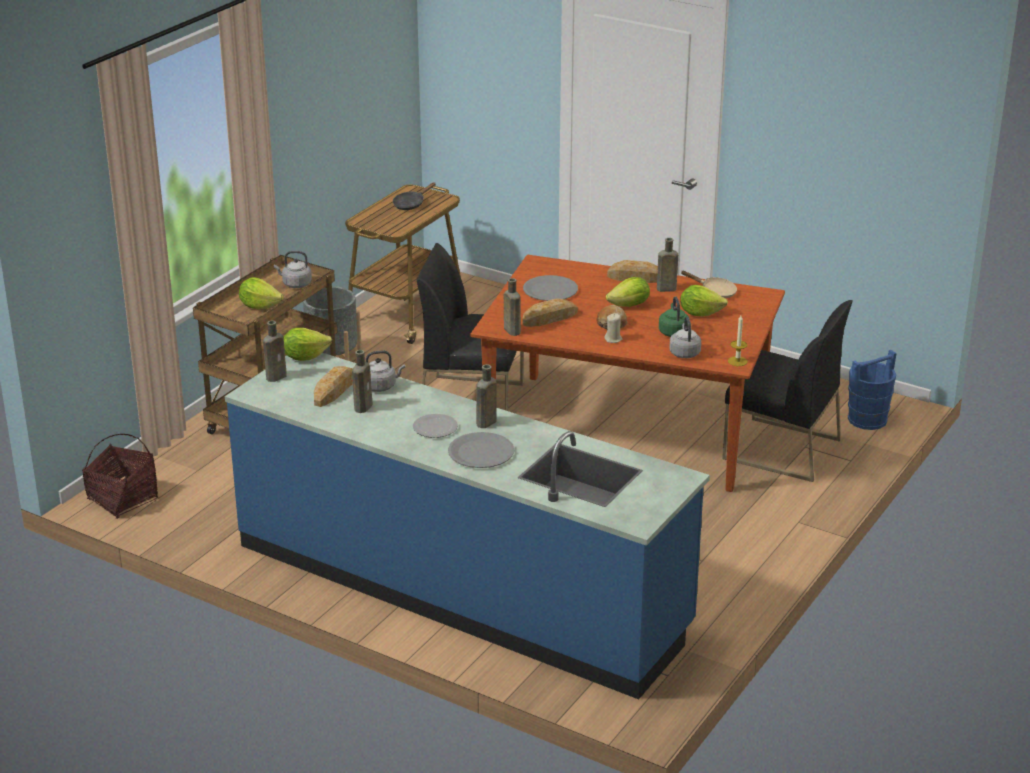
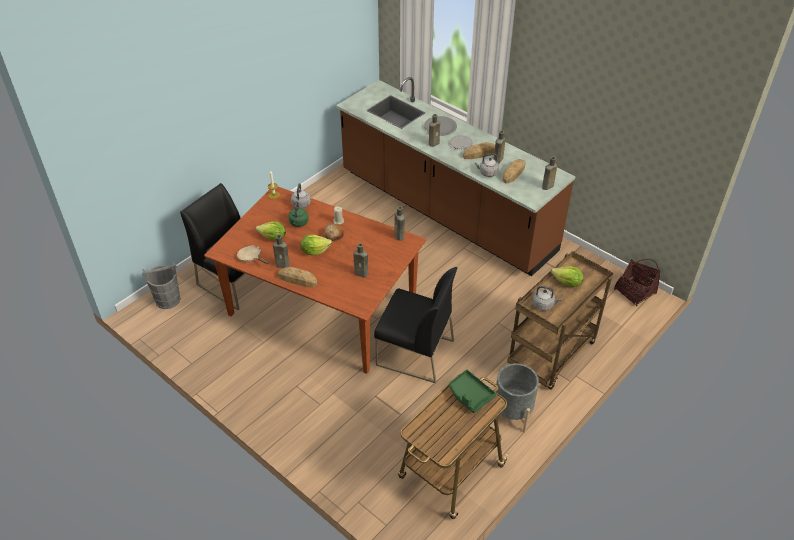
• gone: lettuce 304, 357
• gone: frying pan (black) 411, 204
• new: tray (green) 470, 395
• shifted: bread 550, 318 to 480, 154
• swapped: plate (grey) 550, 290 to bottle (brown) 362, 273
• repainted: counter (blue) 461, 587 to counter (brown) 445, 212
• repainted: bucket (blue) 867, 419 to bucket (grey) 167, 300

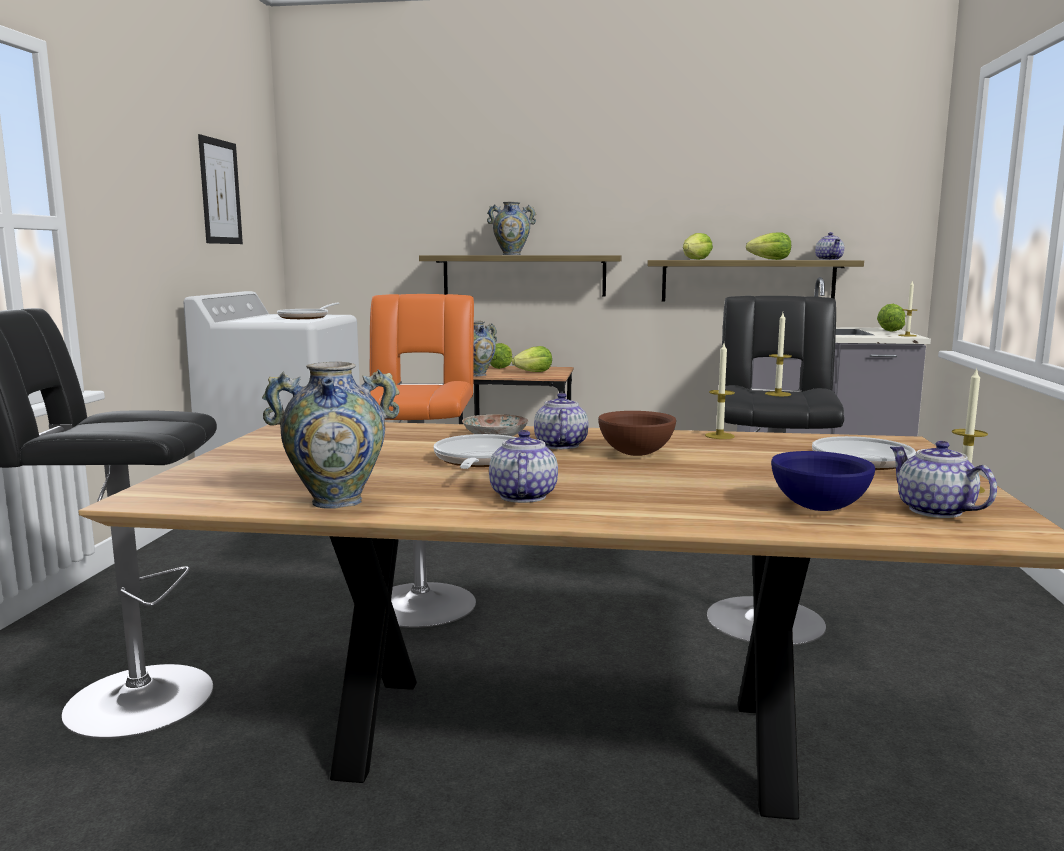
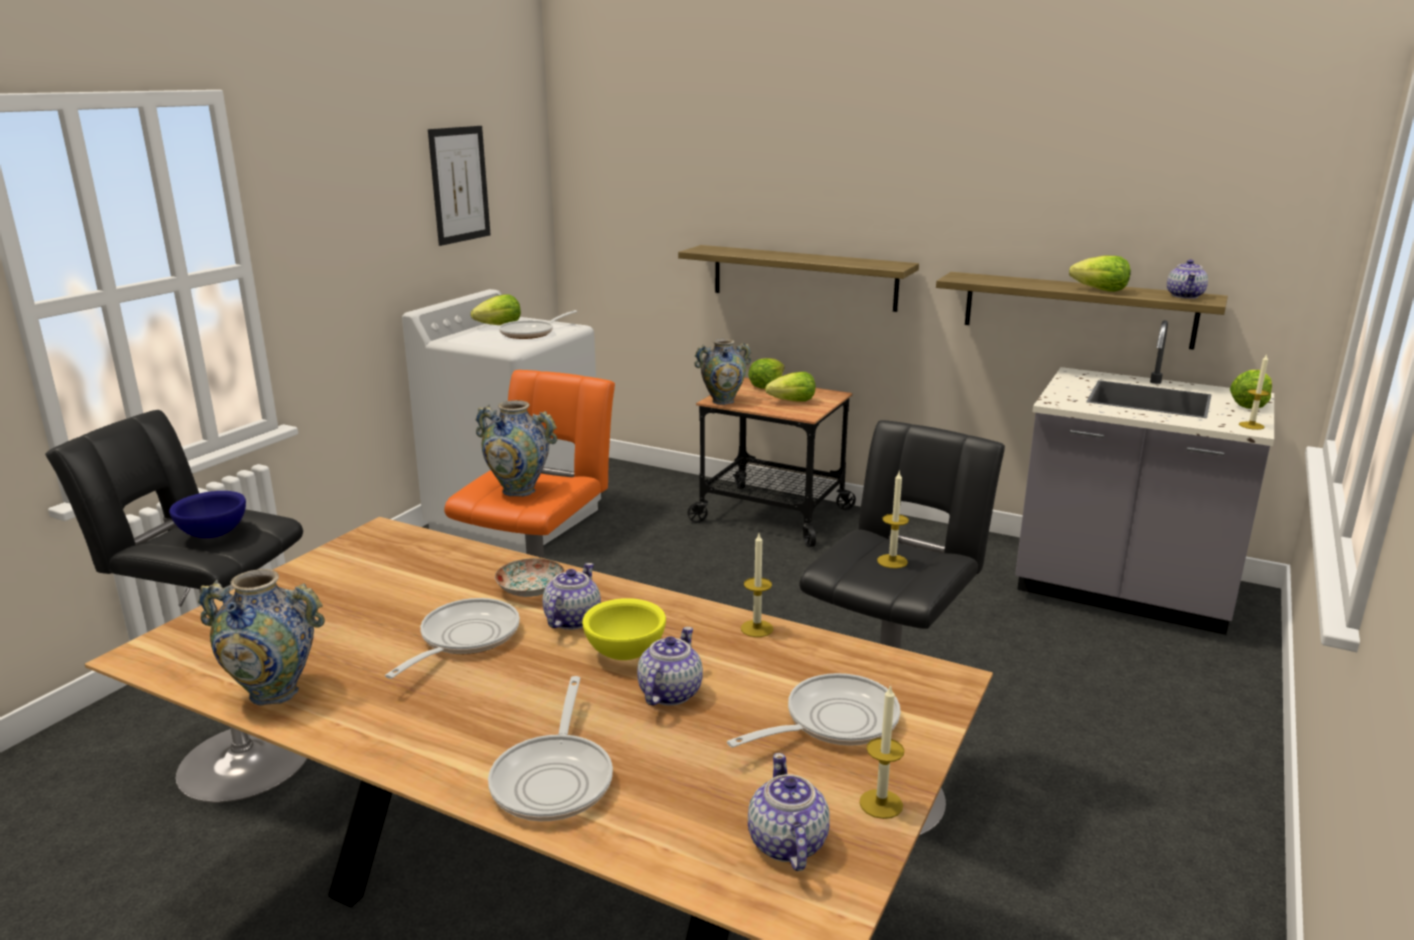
• new: frying pan 555, 778
• shifted: vase 511, 255 to 519, 490
• shifted: teapot 522, 496 to 669, 692
• shifted: lettuce 696, 259 to 499, 326
• shifted: bowl (blue) 820, 507 to 215, 534
• repainted: bowl (brown) 637, 454 to bowl (yellow) 625, 653

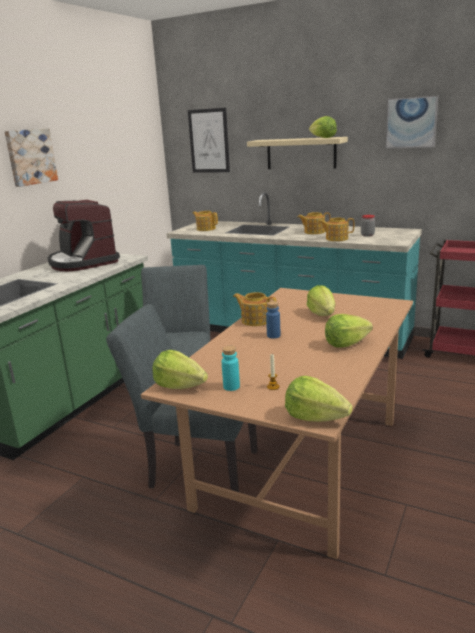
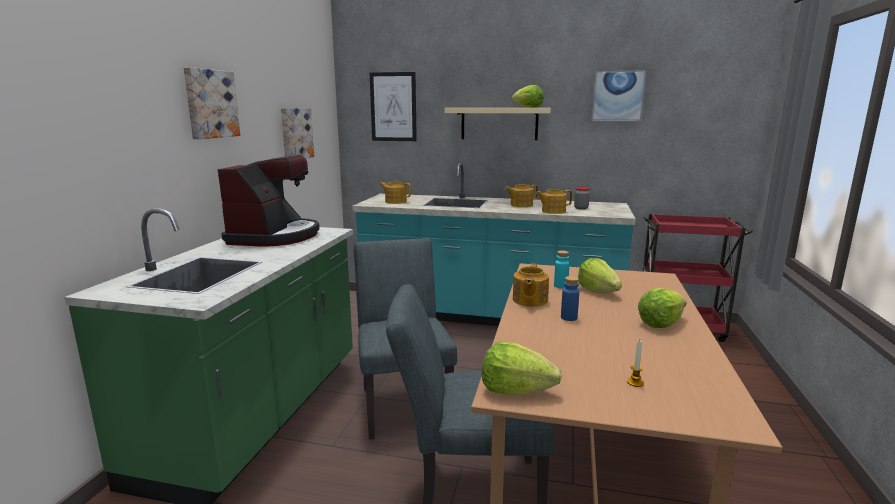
• gone: lettuce 315, 417
• new: picture 295, 133
• shifted: bottle (turquoise) 231, 387 to 560, 286
• rotated: coffee machine 83, 262 = 275, 236 120 degrees counterclockwise
• rotated: teapot 255, 320 = 529, 300 90 degrees counterclockwise

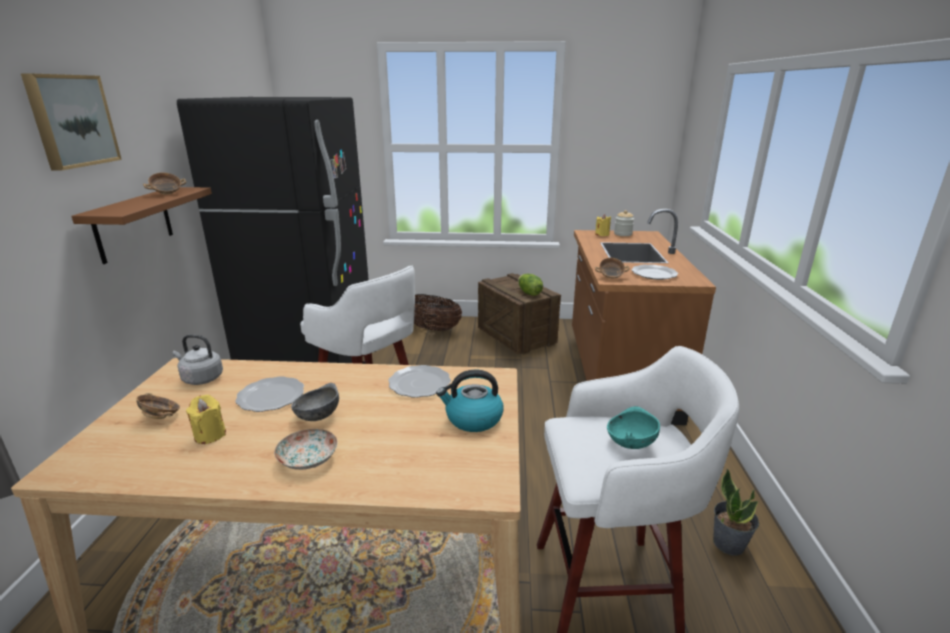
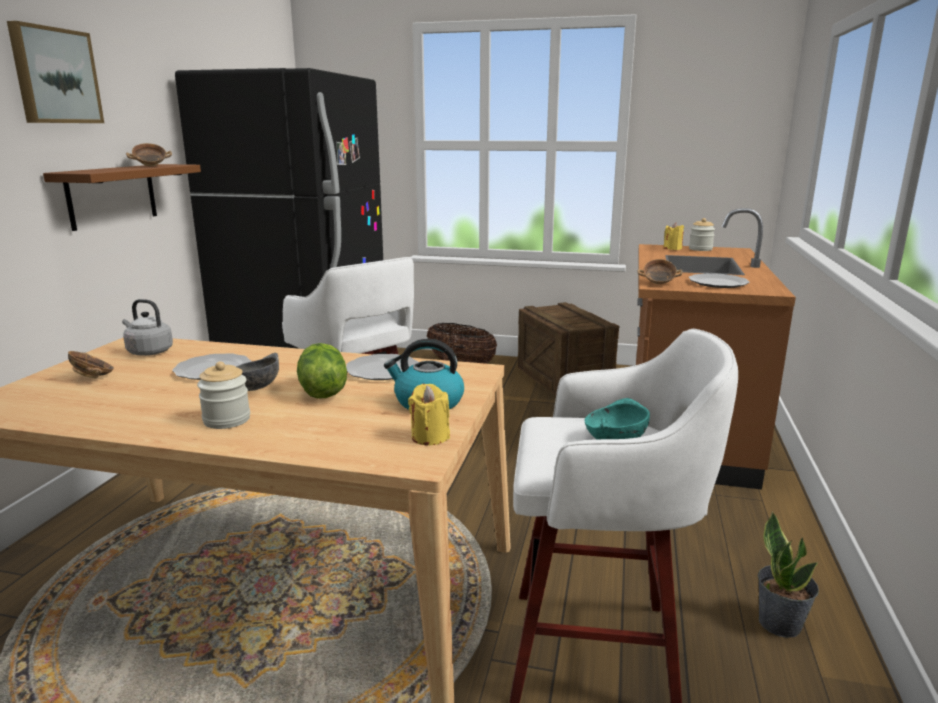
• shifted: candle (yellow) 210, 435 to 430, 437
• shifted: lettuce 529, 293 to 322, 392
• swapped: plate 309, 458 to jar 227, 420

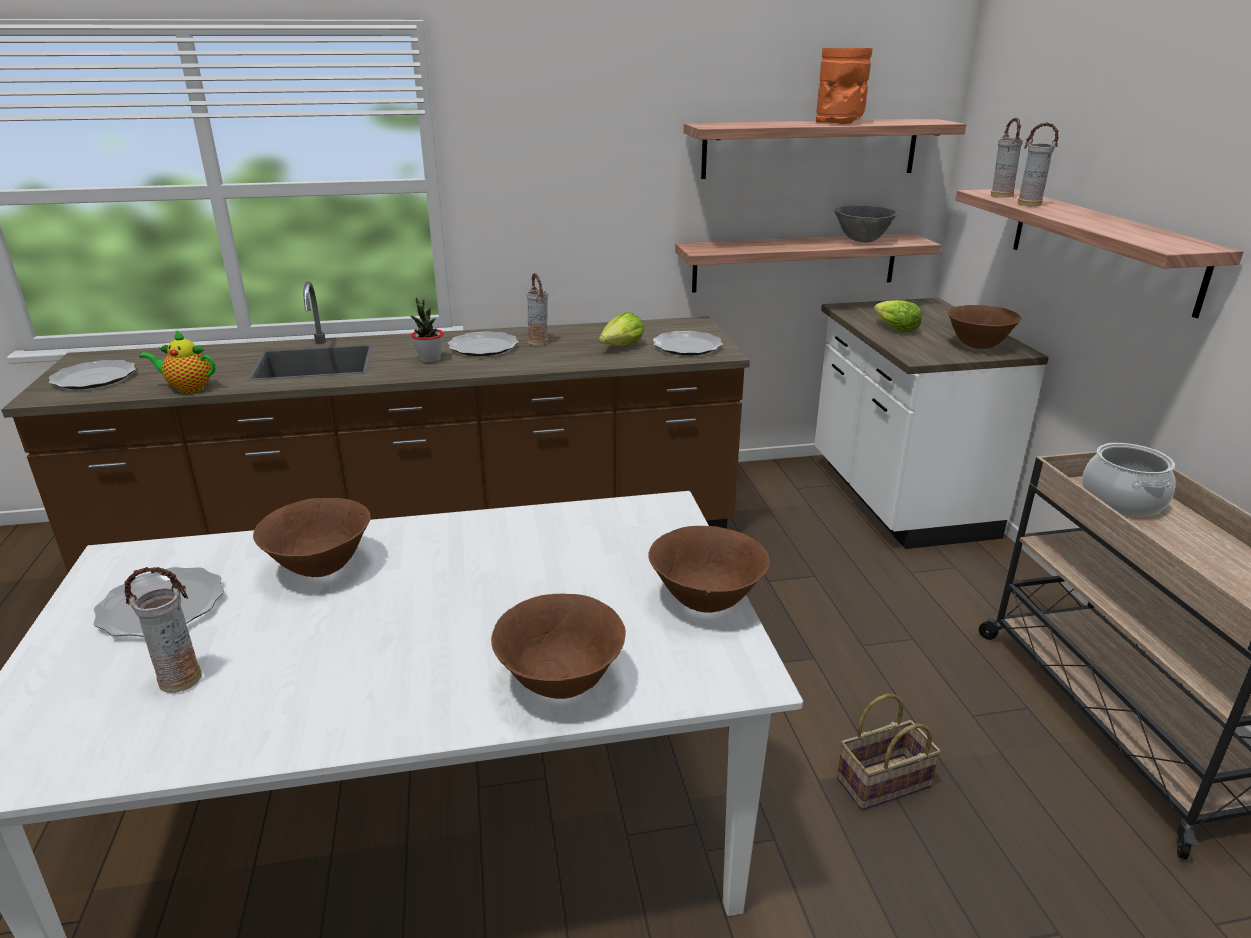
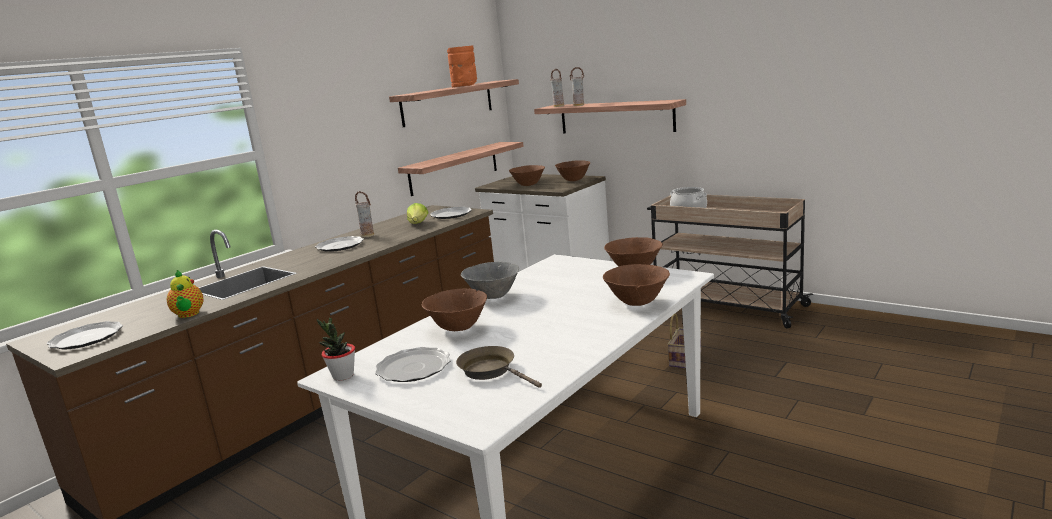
• shifted: potted plant 430, 359 to 343, 376
• shifted: bowl (grey) 861, 241 to 493, 297
• swapped: vase 180, 679 to frying pan (brown) 491, 371
• swapped: lettuce 894, 329 to bowl (brown) 528, 185
• rotated: teapot 188, 388 = 188, 315 75 degrees counterclockwise

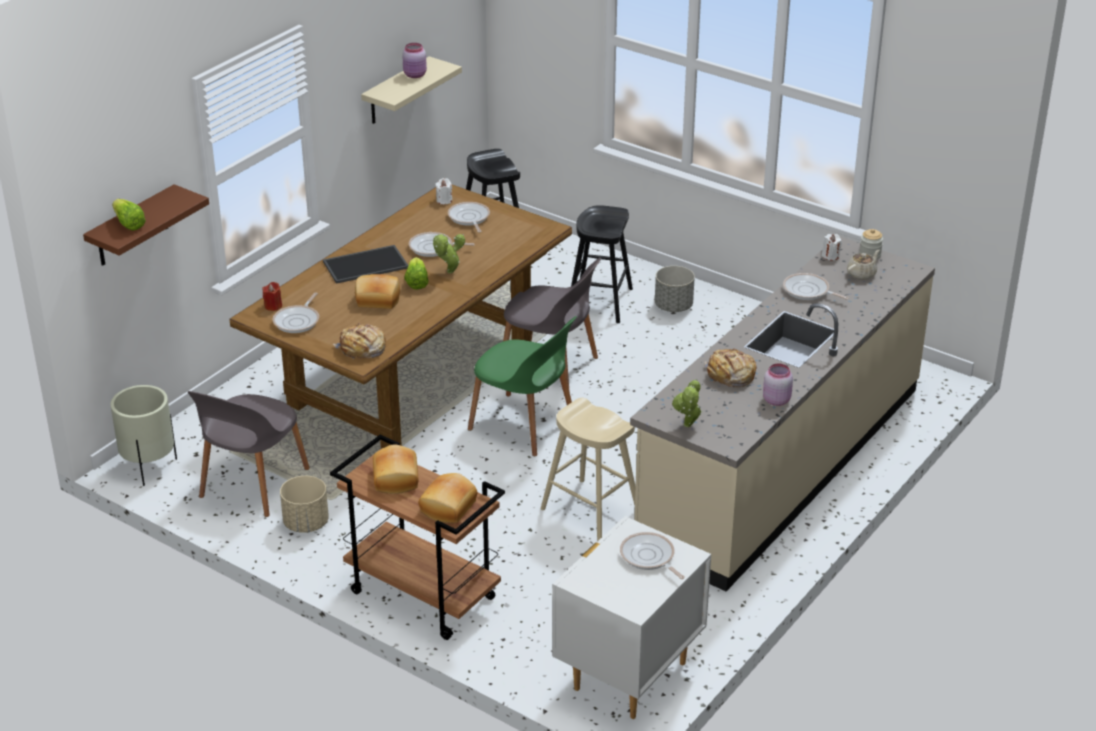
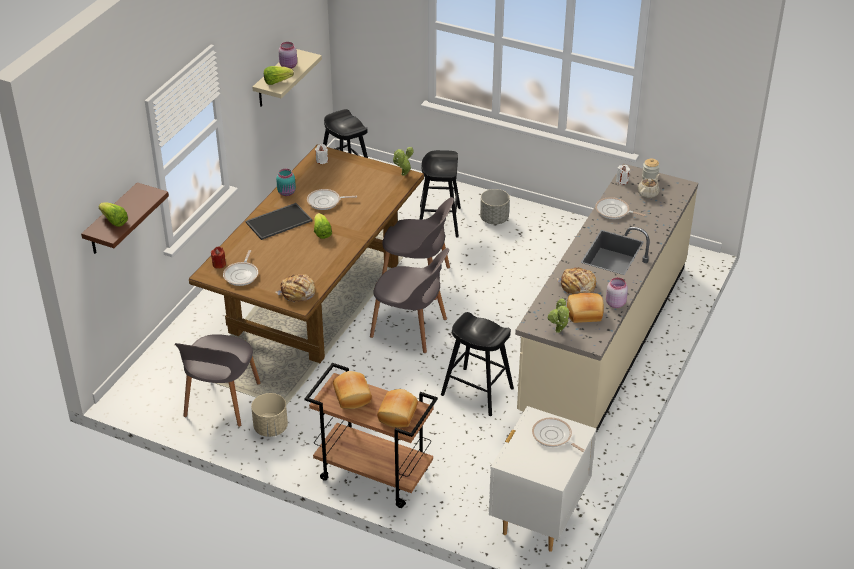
• gone: planter (beige) 149, 467
• gone: frying pan 469, 218
• new: lettuce 277, 81
• new: jar (turquoise) 287, 192
• shifted: bread 377, 300 to 584, 314
• shifted: potted plant 449, 273 to 403, 175
• repainted: chair (green) 524, 425 to chair (grey) 410, 329
• repainted: stool (beige) 590, 510 to stool (black) 477, 392

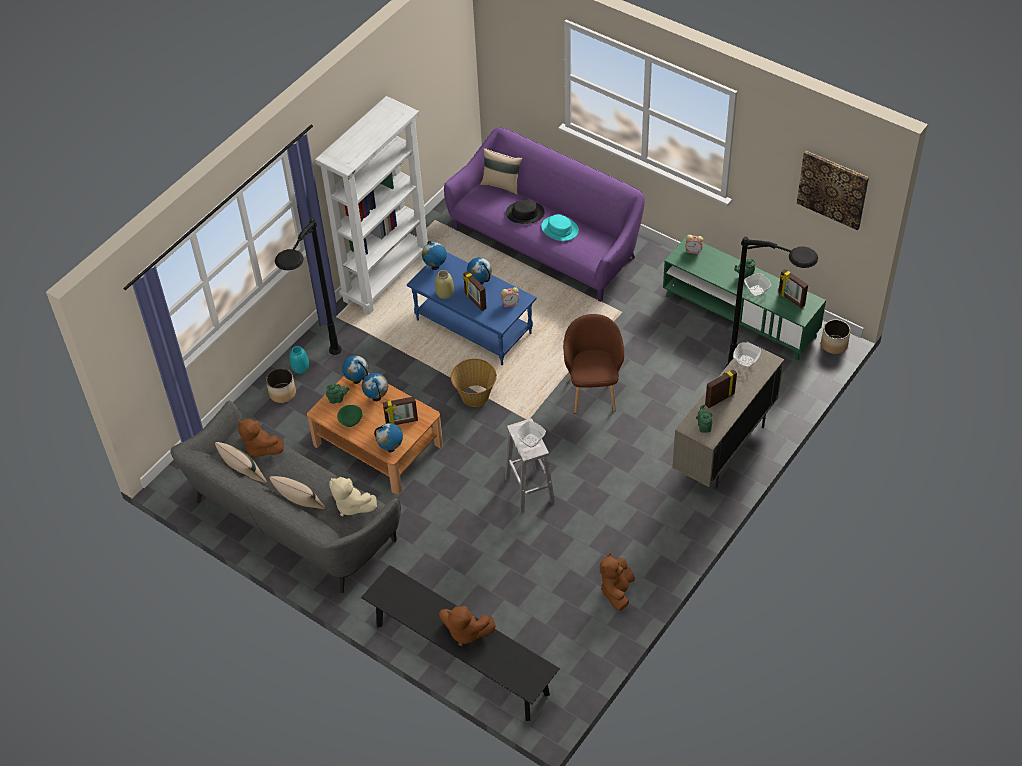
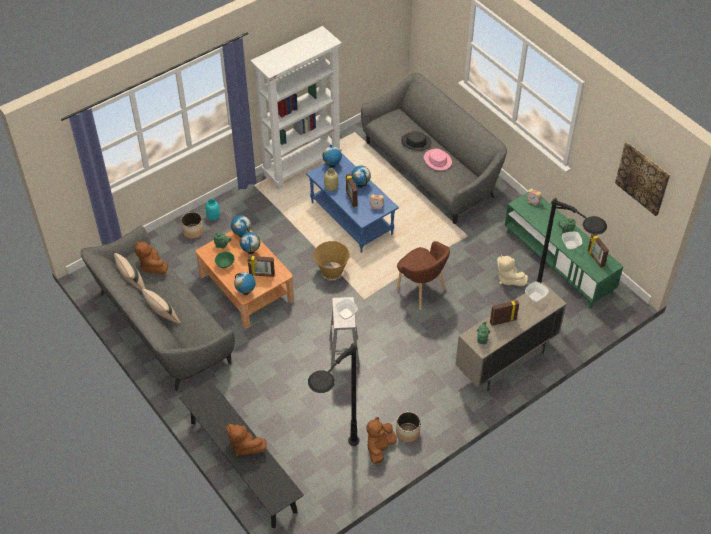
• gone: pillow (beige) 501, 185
• shifted: floor lamp (black) 321, 379 to 333, 467
• shifted: plush toy (beige) 351, 505 to 508, 279
• shifted: planter 834, 344 to 408, 432
• repainted: sofa (purple) 547, 243 to sofa (grey) 431, 169
• repainted: hat (turquoise) 560, 229 to hat (pink) 437, 160
• rotated: armchair (brown) 593, 392 = 421, 291 120 degrees clockwise

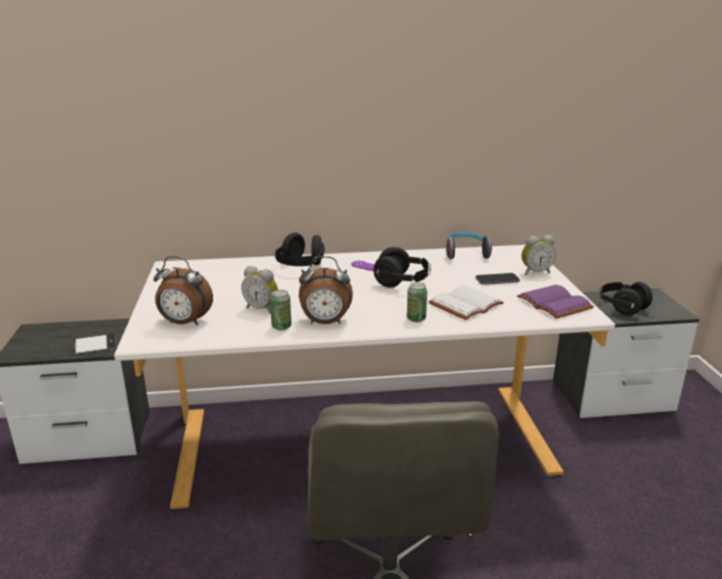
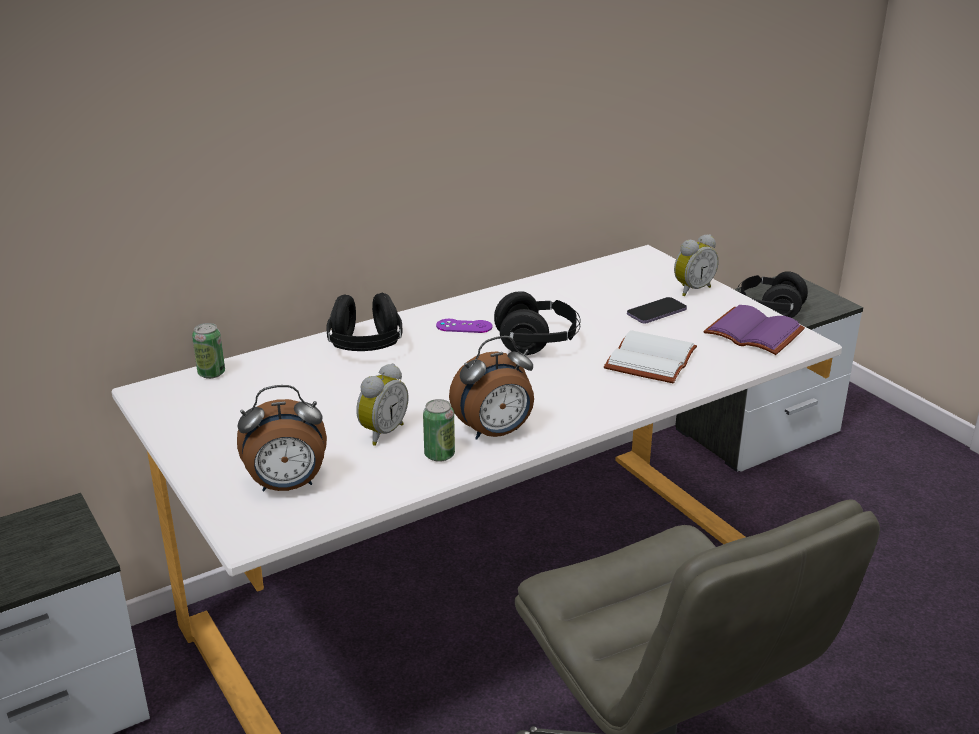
• gone: phone 95, 347
• gone: headphones 465, 253
• shifted: can 416, 319 to 211, 373
• rotated: alarm clock 262, 309 = 381, 432 60 degrees counterclockwise

